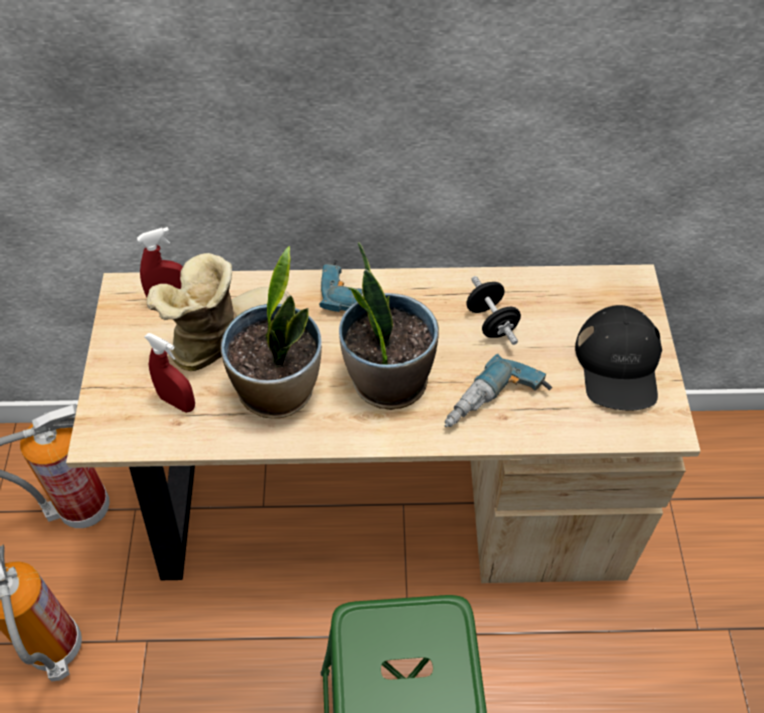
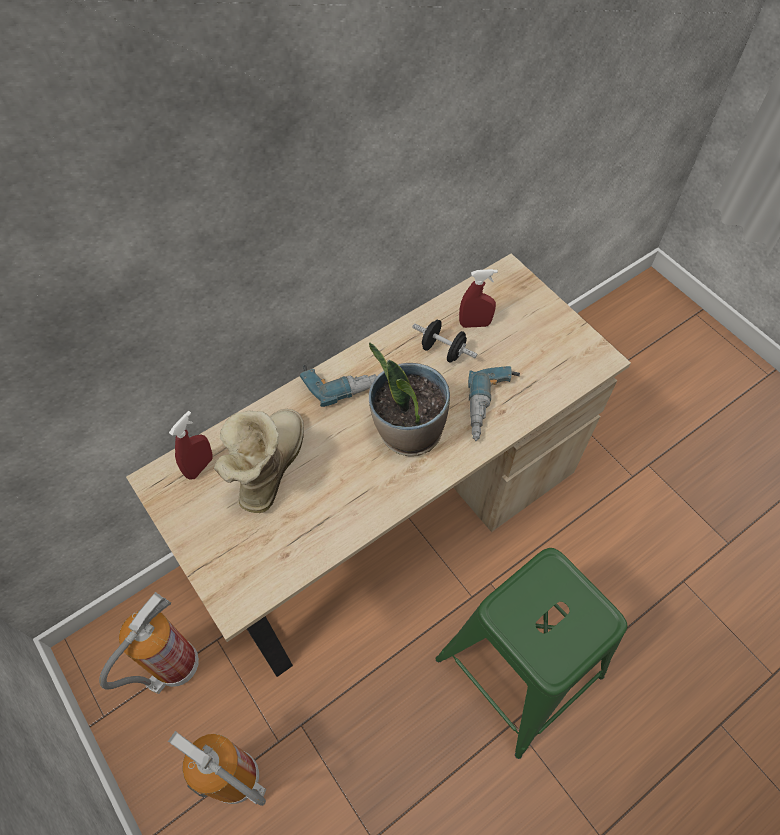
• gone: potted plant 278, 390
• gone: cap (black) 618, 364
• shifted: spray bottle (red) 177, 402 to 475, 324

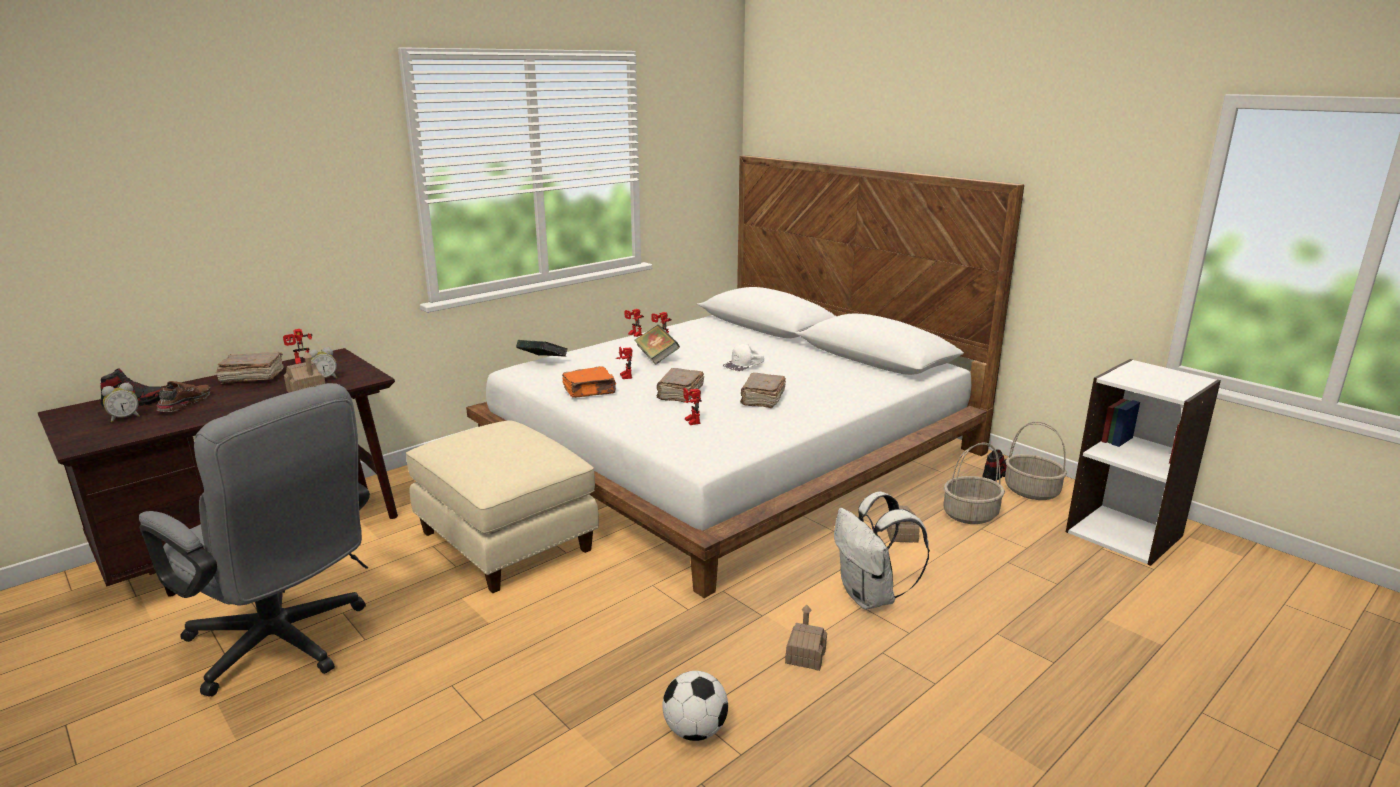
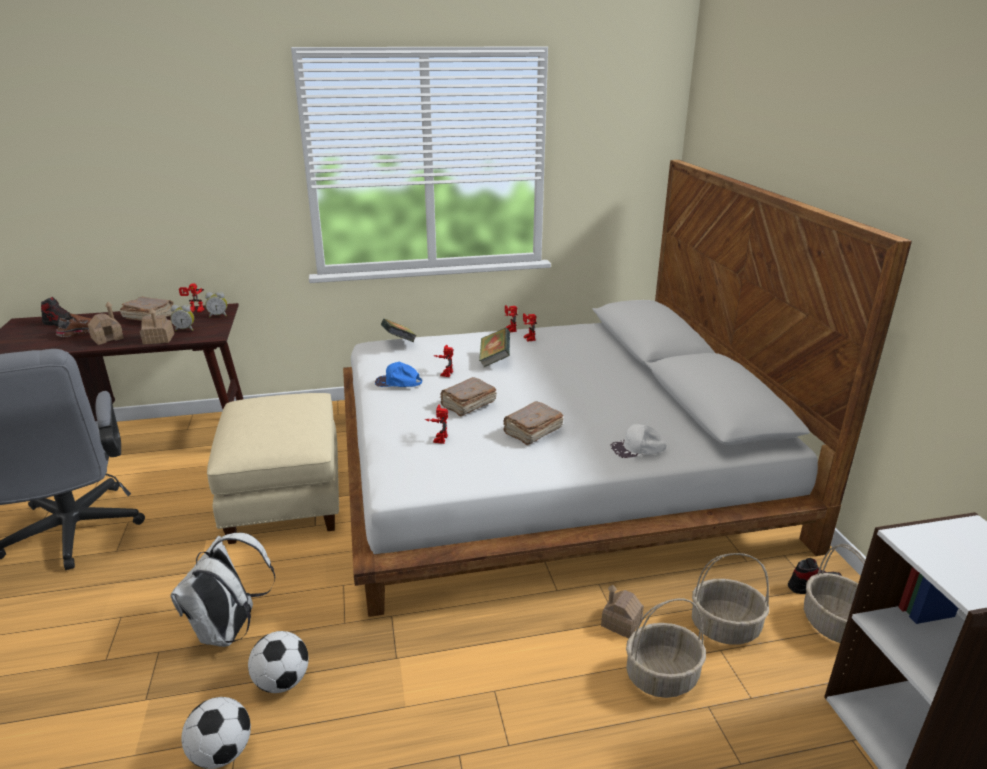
• new: football 282, 681
• new: basket 661, 677
• shifted: alarm clock 125, 418 to 218, 315
• shifted: cap (white) 744, 364 to 638, 449
• shifted: toy house 805, 656 to 107, 338
• shifted: backpack (white) 871, 597 to 230, 631
• swapped: book (orange) 590, 391 to cap (blue) 398, 382

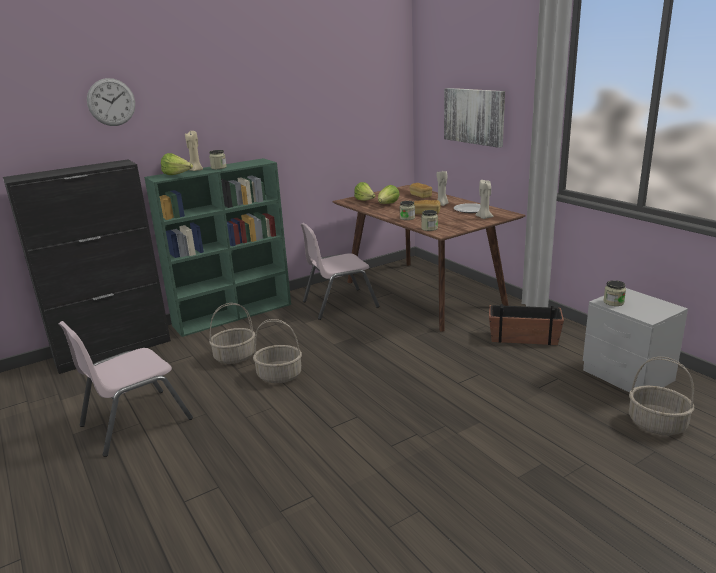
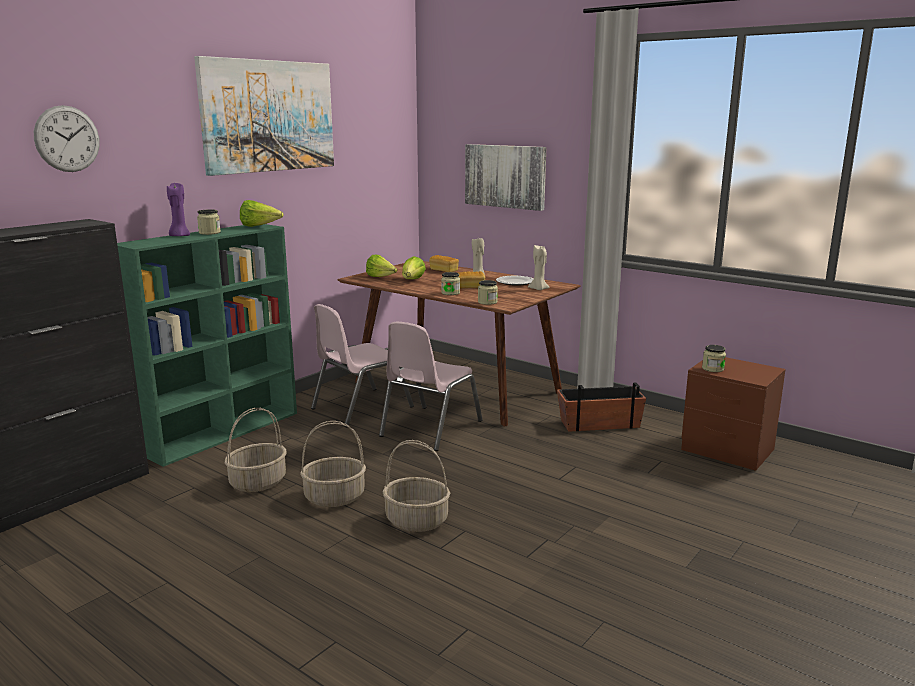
• new: picture 268, 116
• shifted: chair (pink) 135, 422 to 430, 428
• shifted: lettuce 177, 175 to 259, 226
• shifted: basket 657, 424 to 417, 520
• repainted: candle (beige) 195, 170 to candle (purple) 179, 236
• repainted: nightstand (grey) 627, 375 to nightstand (brown) 727, 450

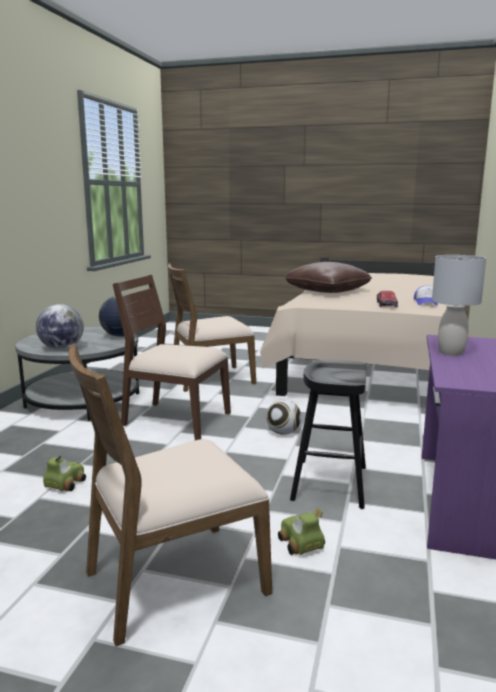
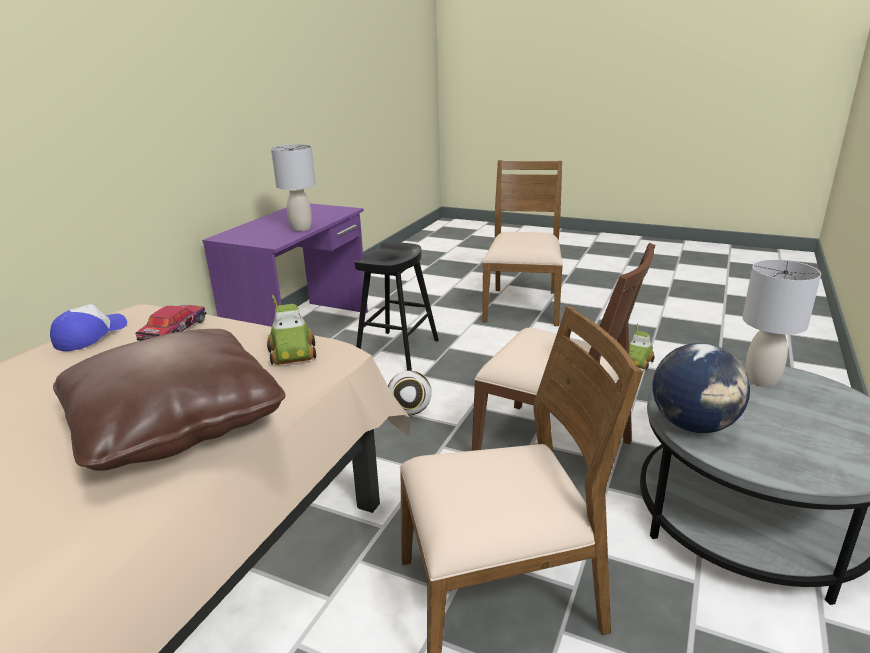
• shifted: toy car 300, 544 to 294, 354
• swapped: globe 61, 348 to table lamp (grey) 762, 380
• rotated: chair (brown) 173, 580 = 523, 306 60 degrees counterclockwise

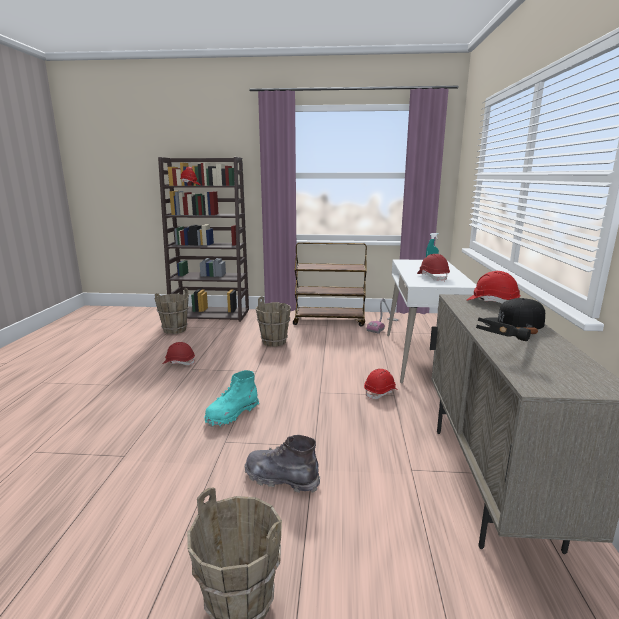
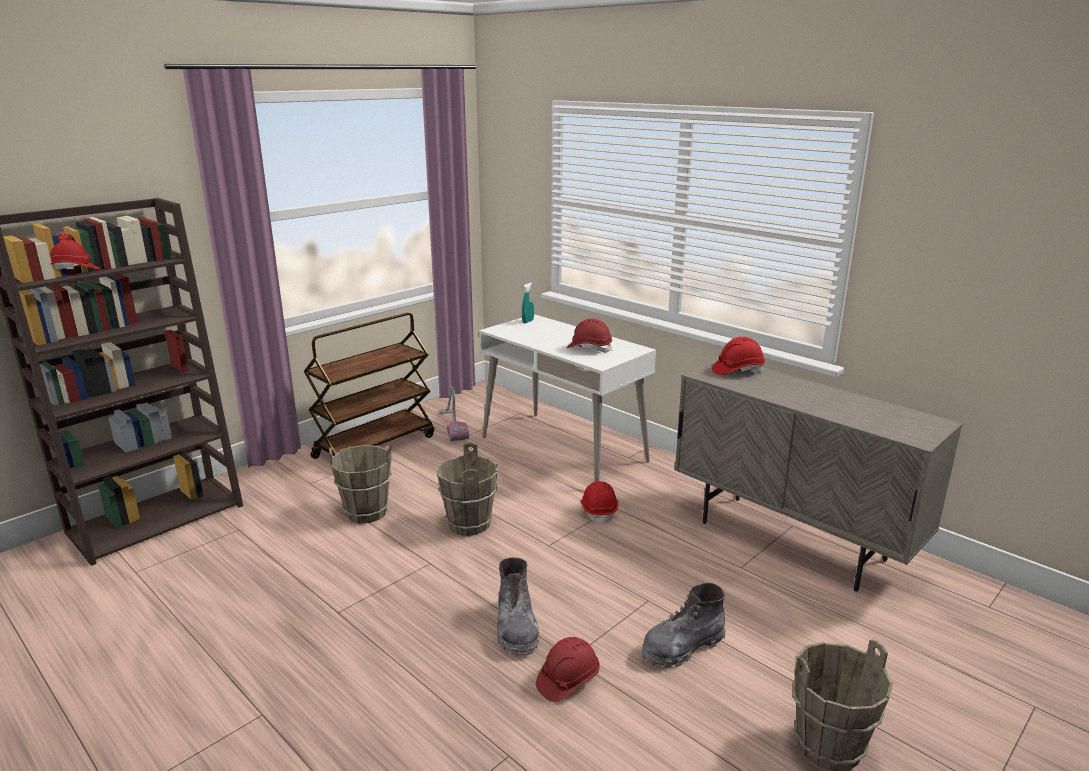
• gone: hammer 512, 348
• gone: cap (black) 513, 323
• shifted: bucket (brown) 174, 330 to 468, 524
• shifted: hard hat (red) 179, 362 to 567, 680
• repainted: boot (turquoise) 232, 414 to boot (grey) 516, 628

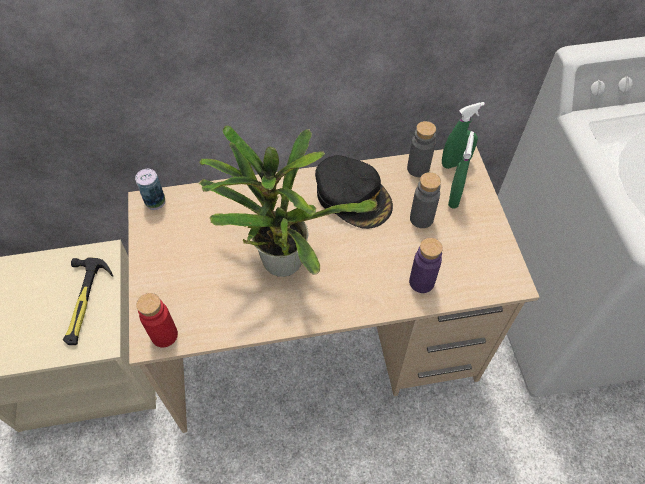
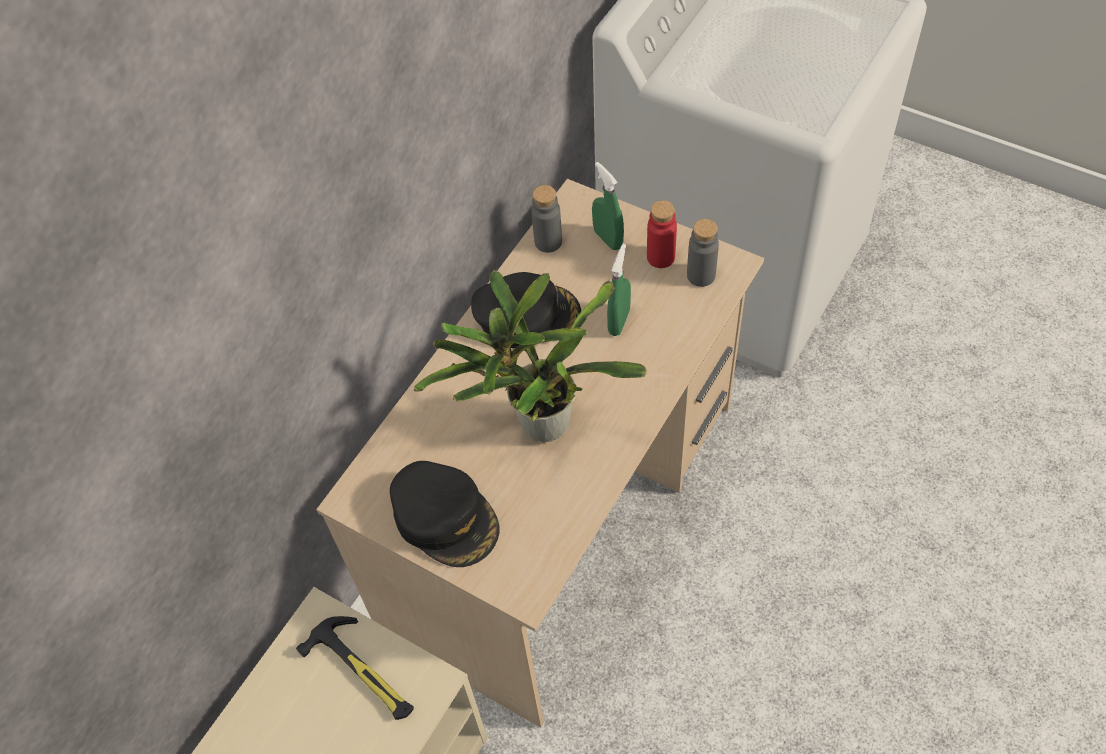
• gone: can 155, 202
• gone: bottle (purple) 421, 282
• new: cap (black) 446, 517
• shifted: bottle (red) 164, 335 to 660, 257
• shifted: bottle (grey) 421, 218 to 701, 275
• shifted: spray bottle (green) 455, 163 to 619, 321

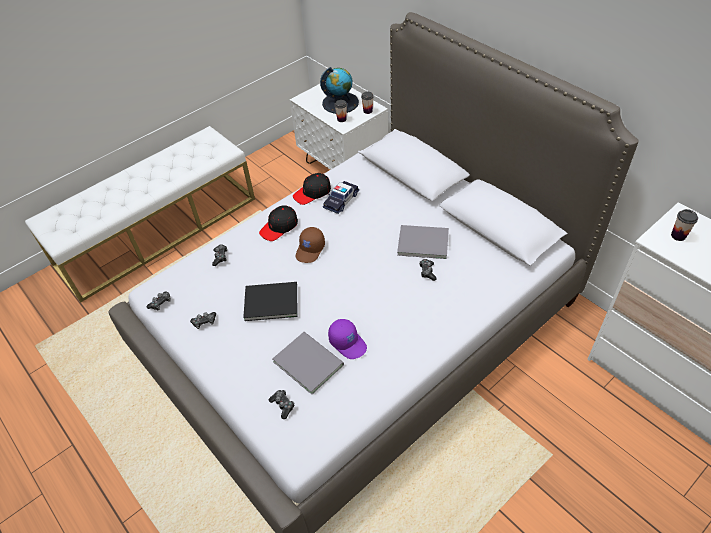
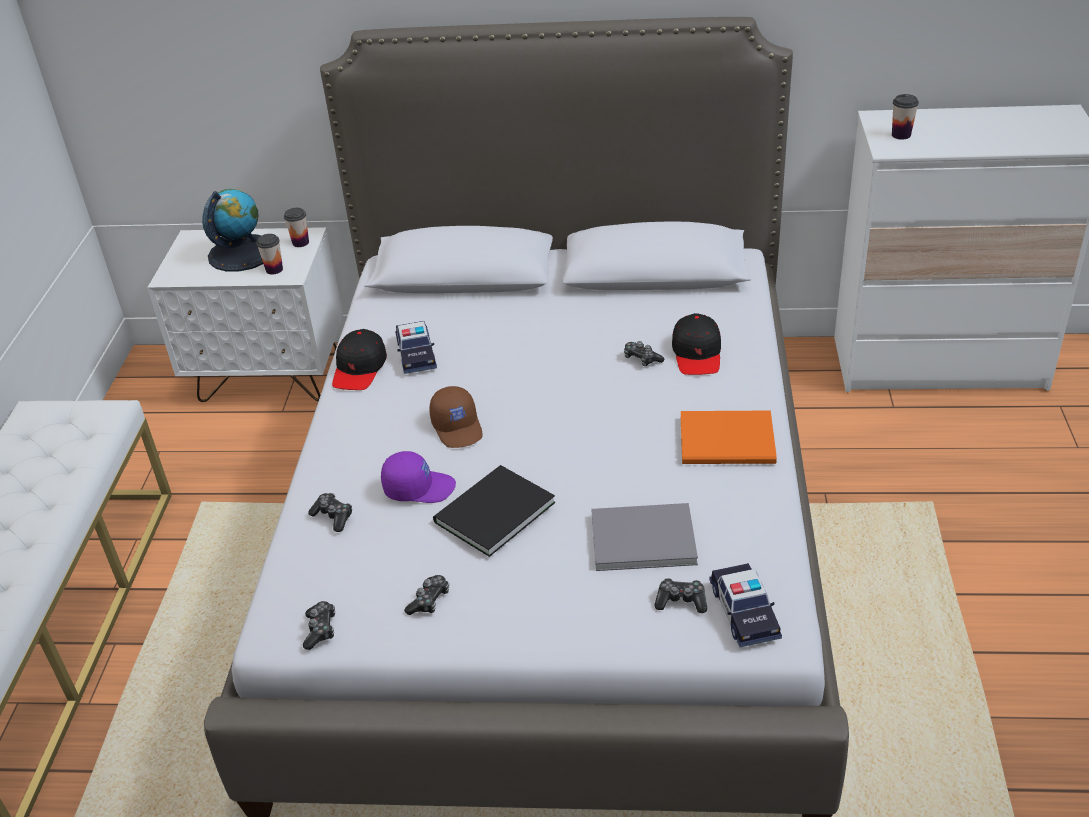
• gone: book (grey) 421, 242
• new: book (orange) 730, 442
• new: toy car 744, 612
• shifted: cap (black) 279, 227 to 697, 354
• shifted: cap (purple) 348, 343 to 419, 487

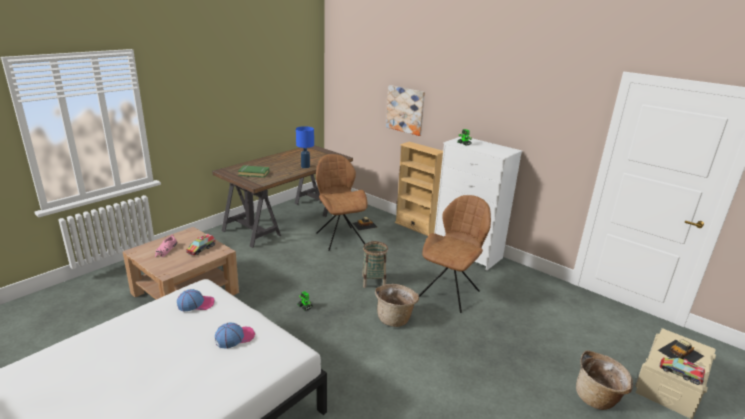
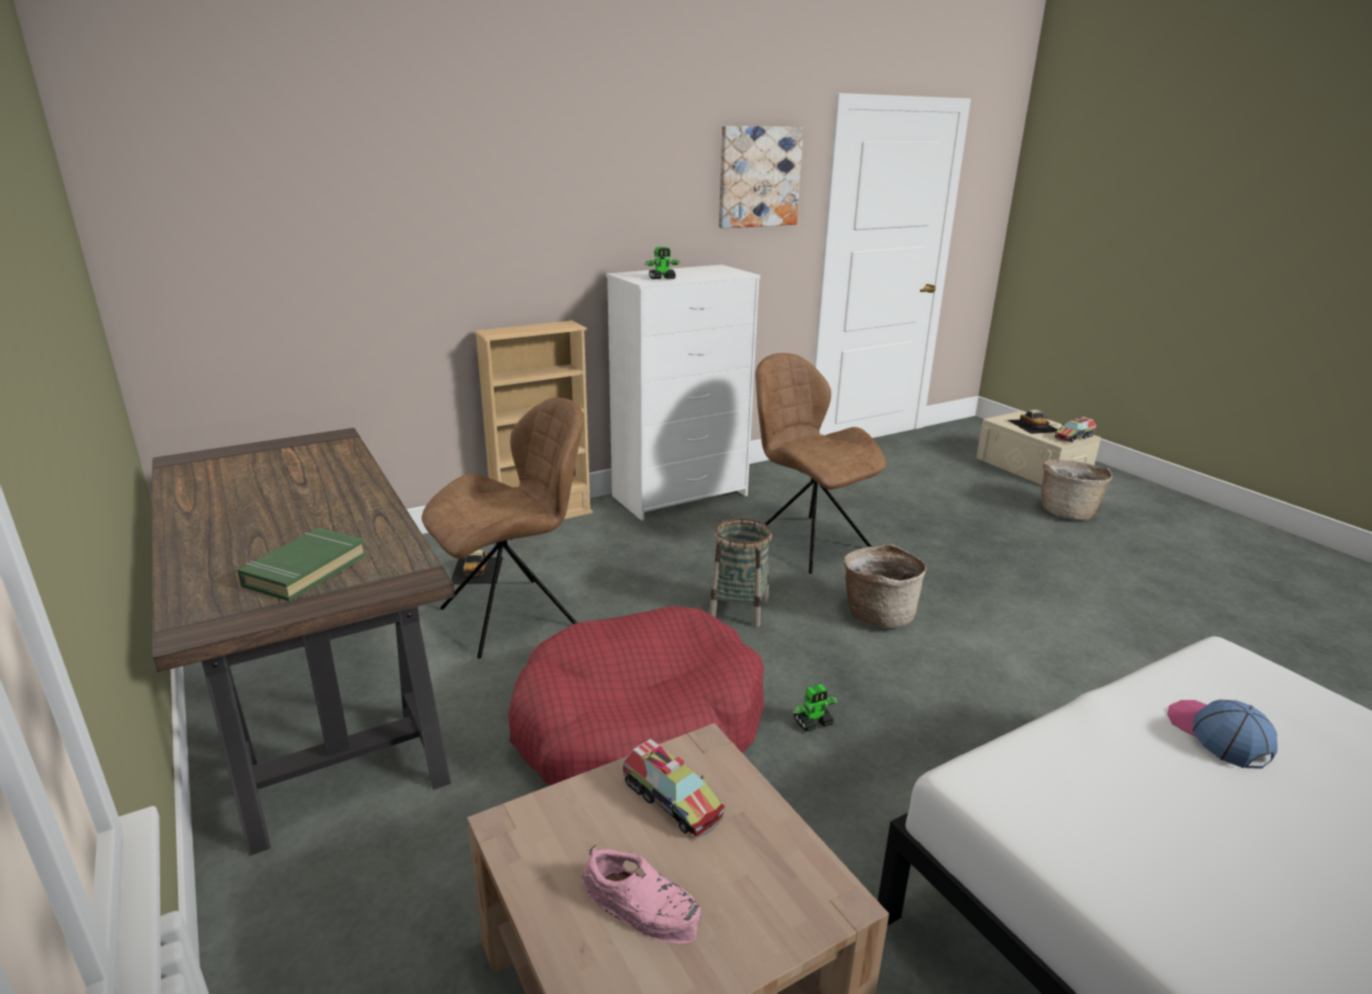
• gone: cap 196, 304
• gone: table lamp (blue) 305, 167
• new: dog bed (red) 638, 727
• shifted: picture 405, 110 to 759, 177
• rotated: chair (brown) 339, 238 = 513, 616 150 degrees clockwise

